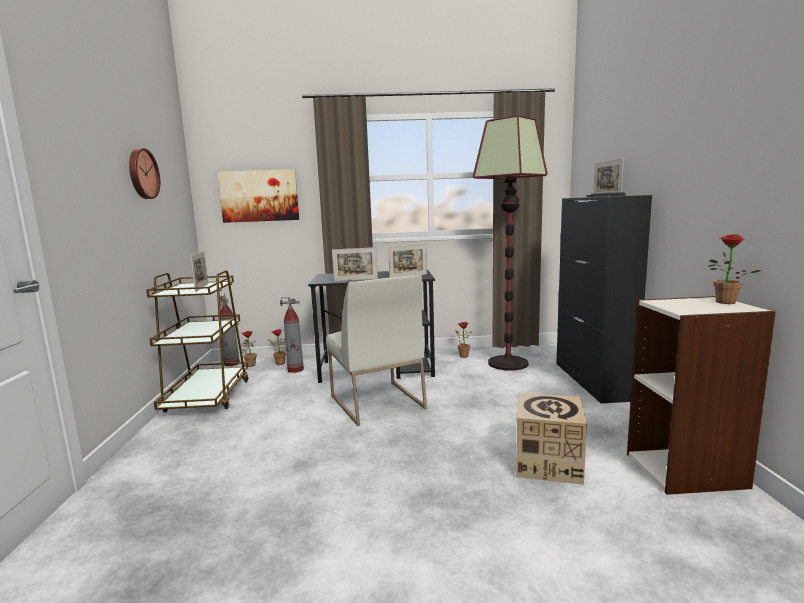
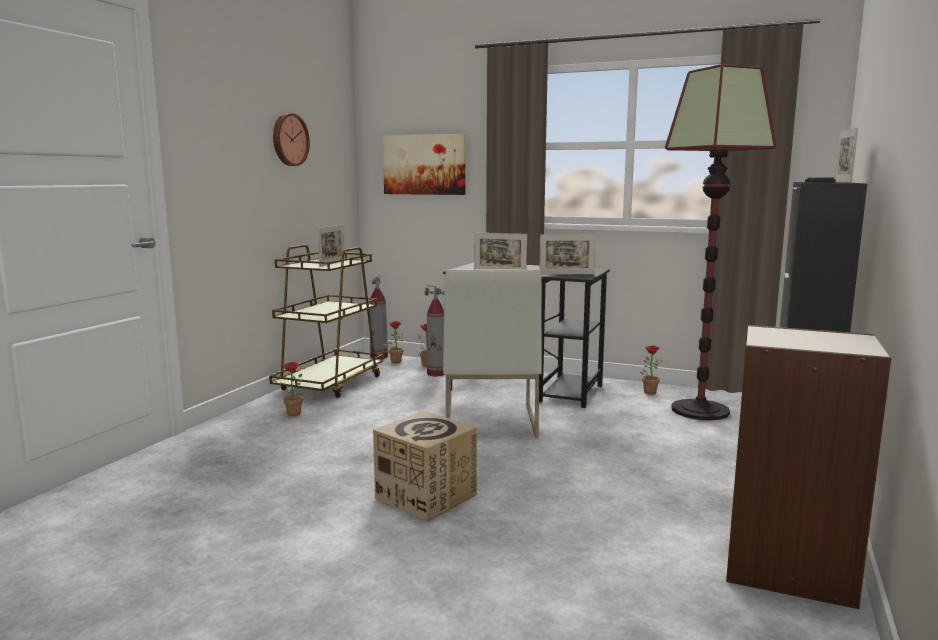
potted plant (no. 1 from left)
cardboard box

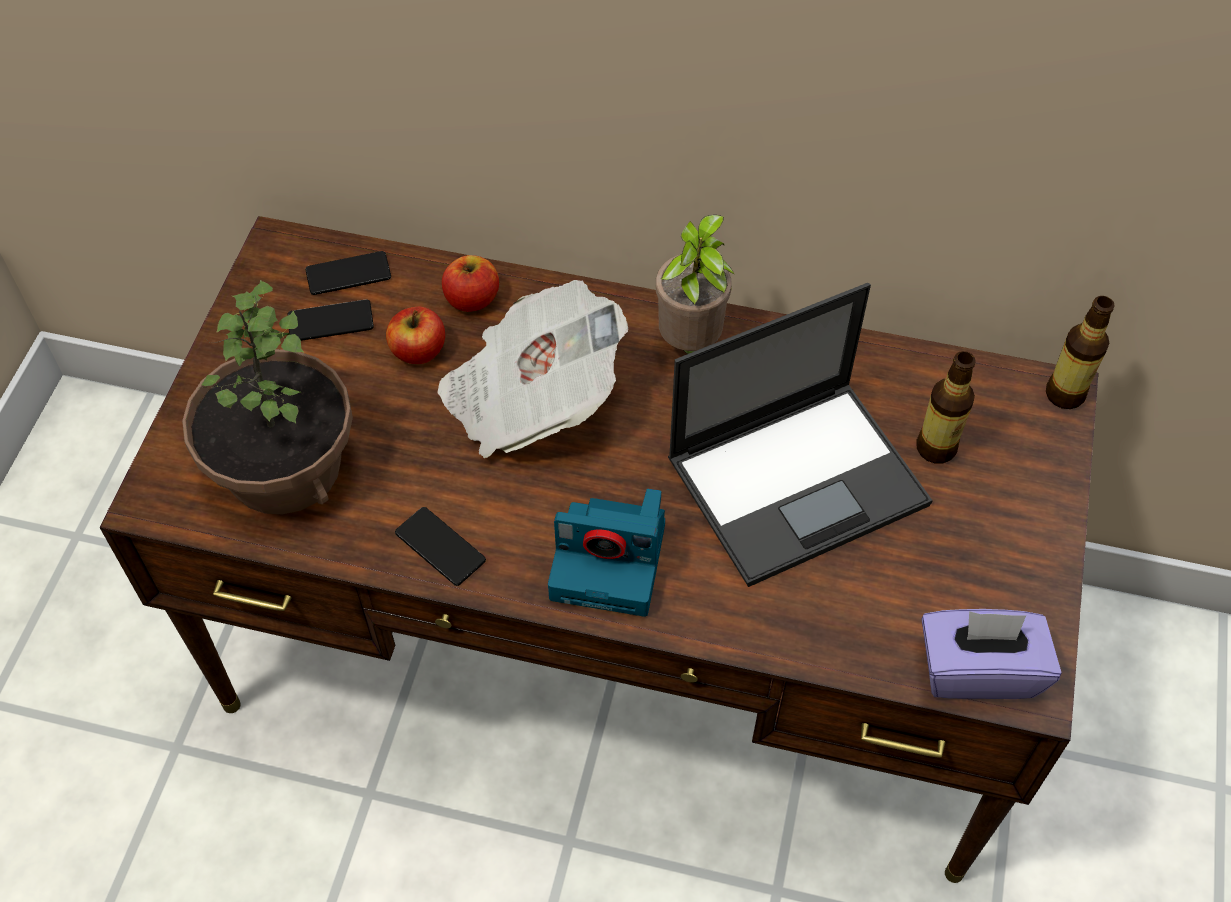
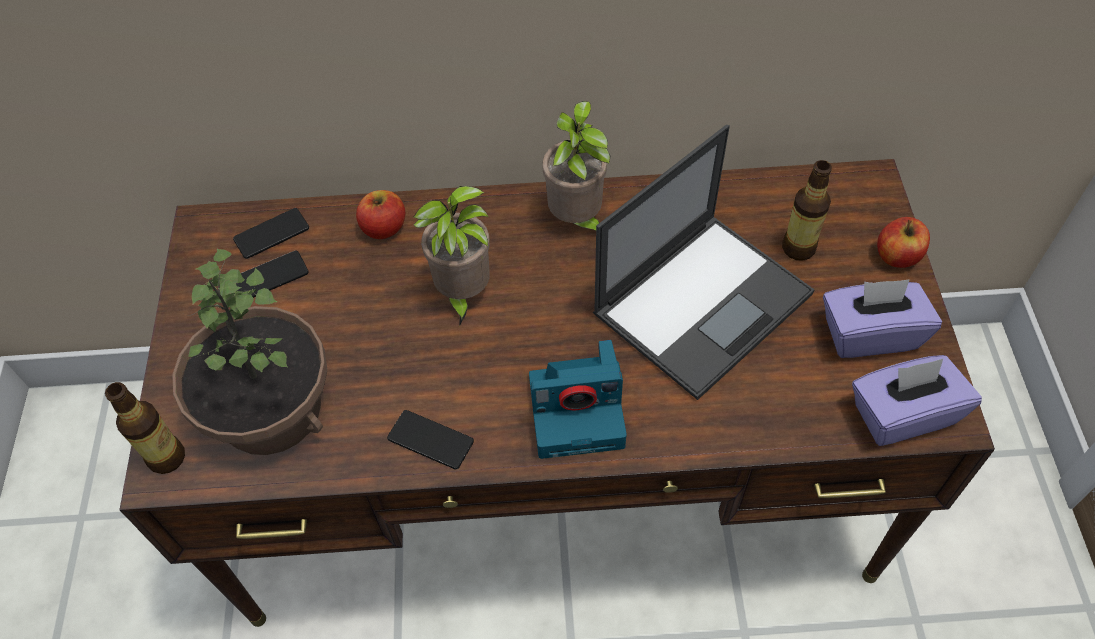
bottle (no. 1 from left)
potted plant (no. 2 from left)
purple tissue box (no. 1 from left)
apple (no. 2 from left)

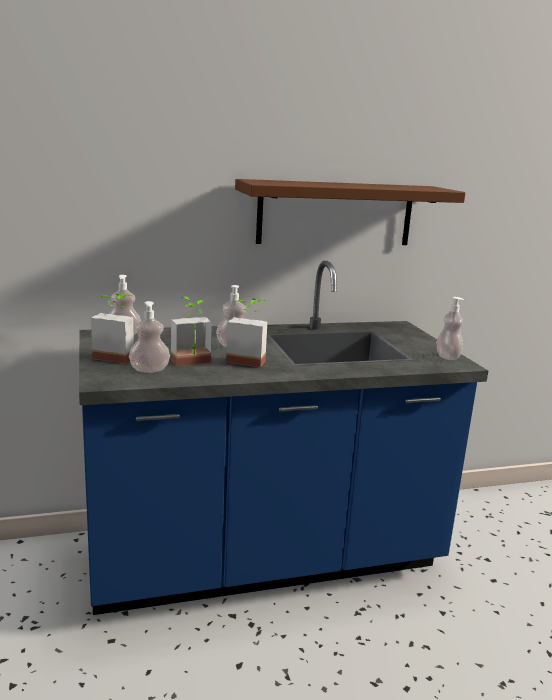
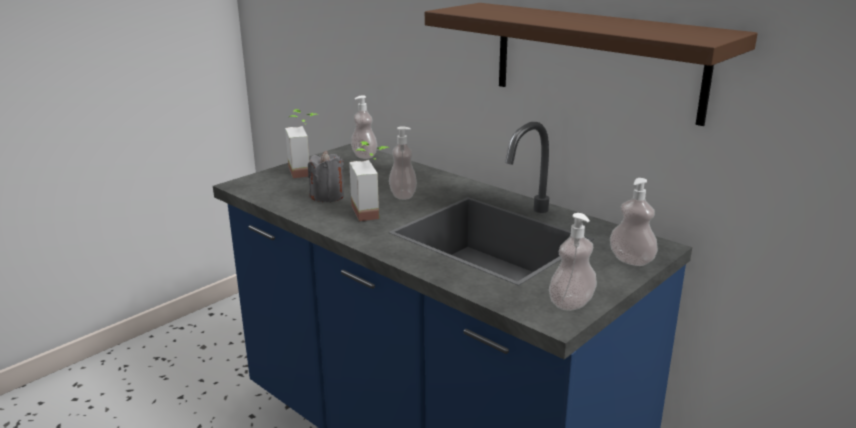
grey candle
soap dispenser (no. 4 from left)

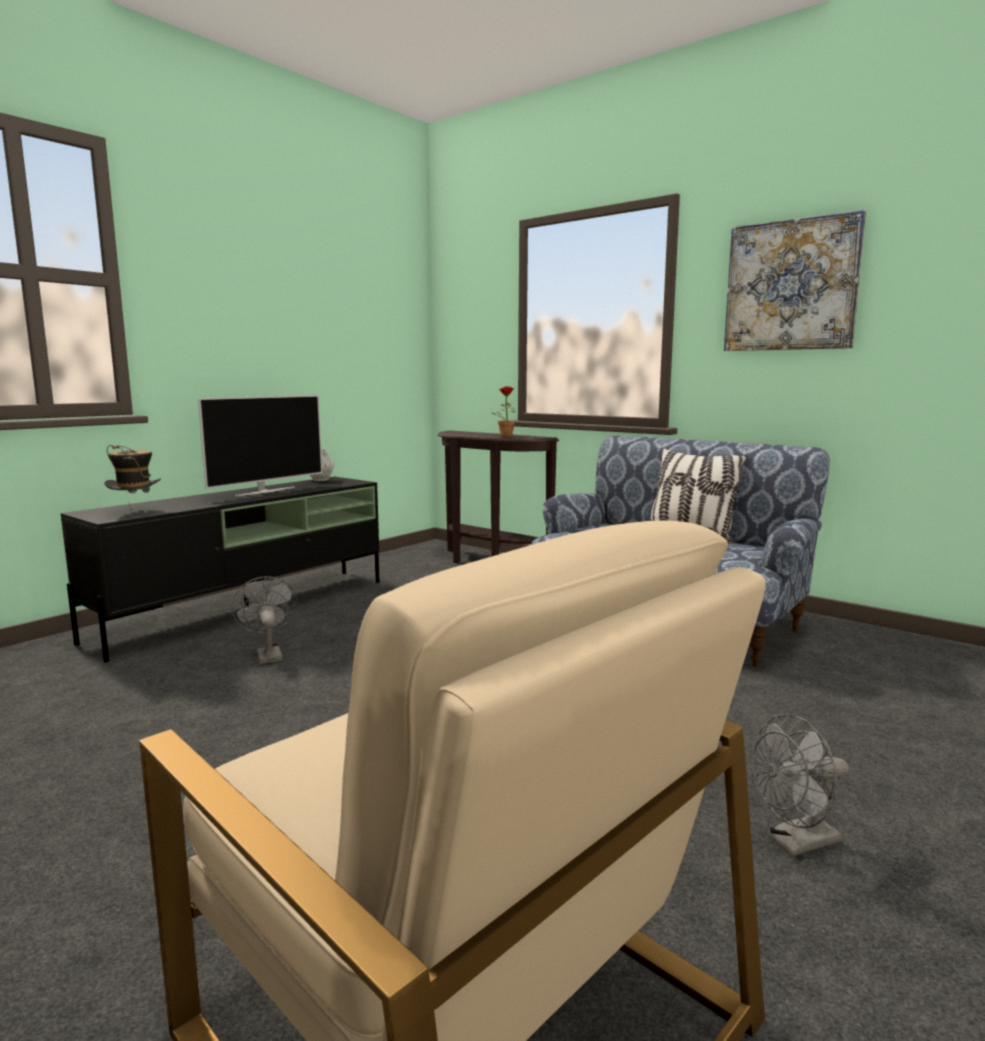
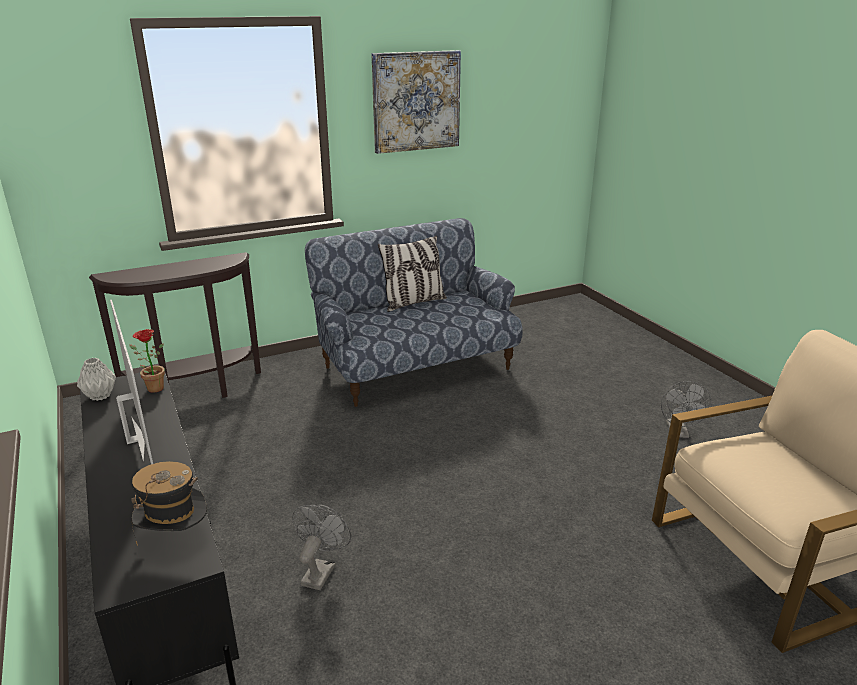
potted plant
grey fan (no. 1 from left)

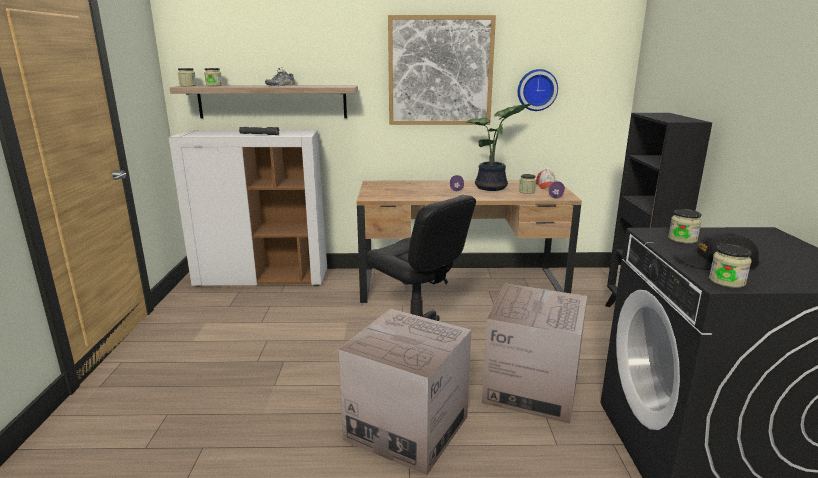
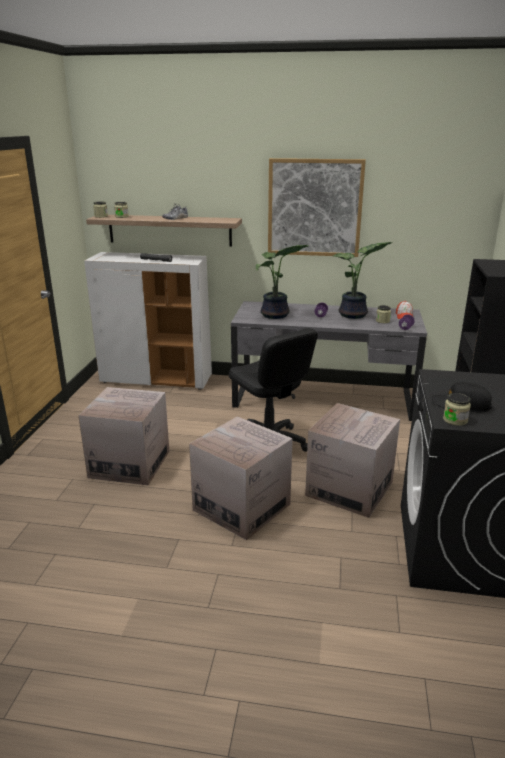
cardboard box (no. 1 from left)
grey desk
potted plant (no. 1 from left)
wall clock
jar (no. 4 from left in the first image)

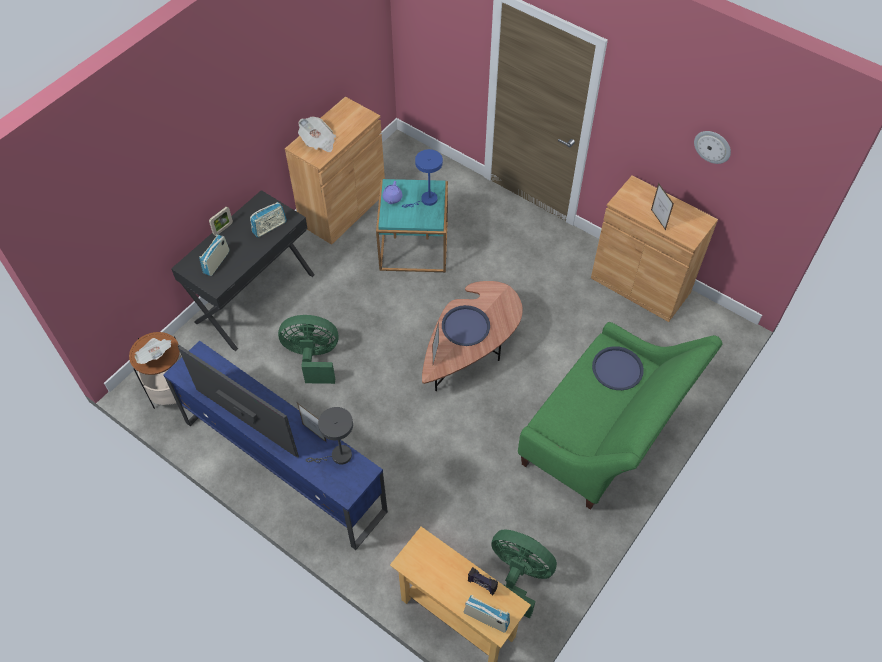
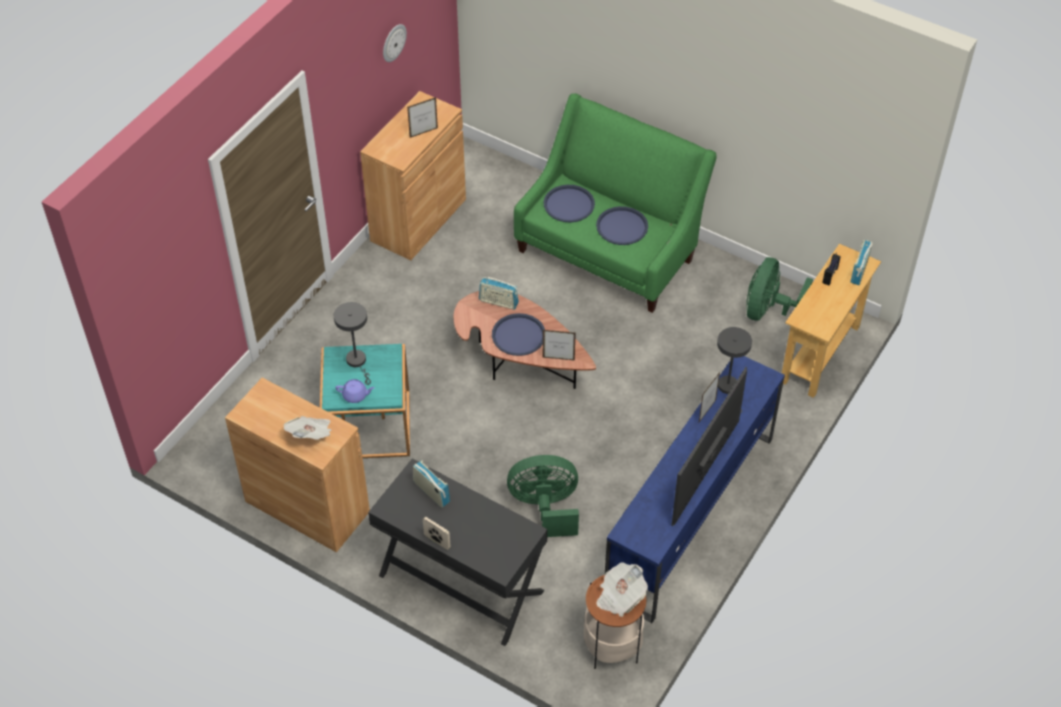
grey table lamp (no. 1 from left)
radio (no. 2 from left)
green fan (no. 1 from left)
blue tray (no. 3 from left)

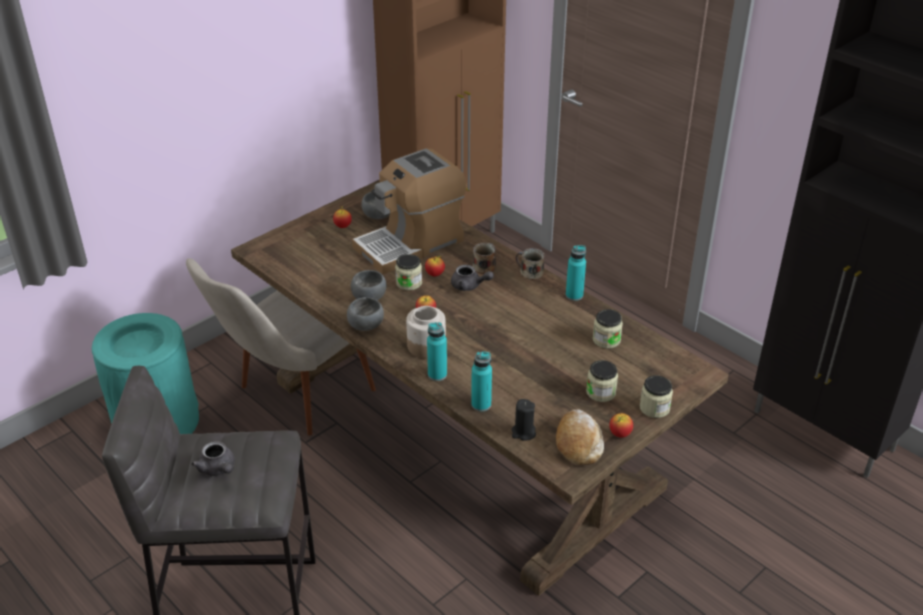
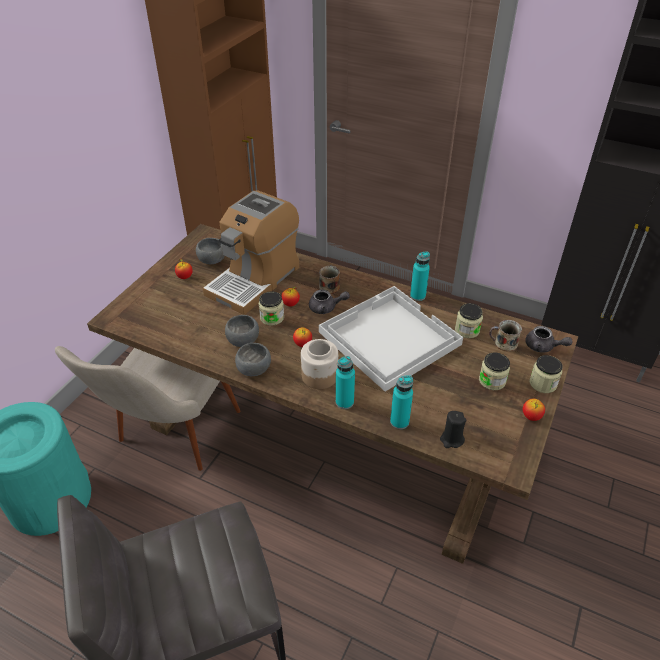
white tray
mug (no. 2 from left)
grey teapot (no. 2 from left)
bread

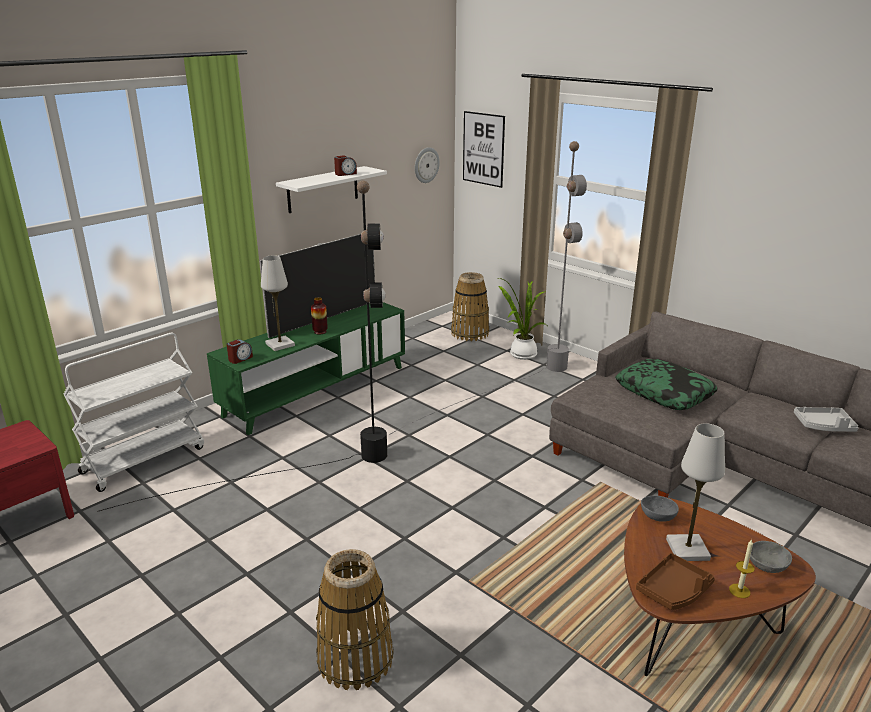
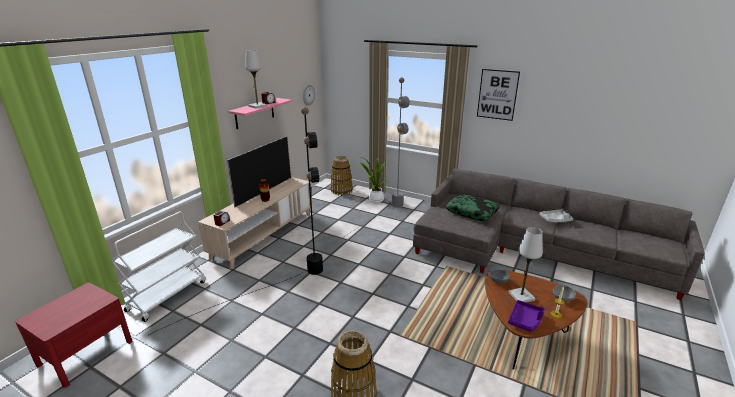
beige tv stand
pink shelf
white table lamp (no. 1 from left)
picture
purple tray

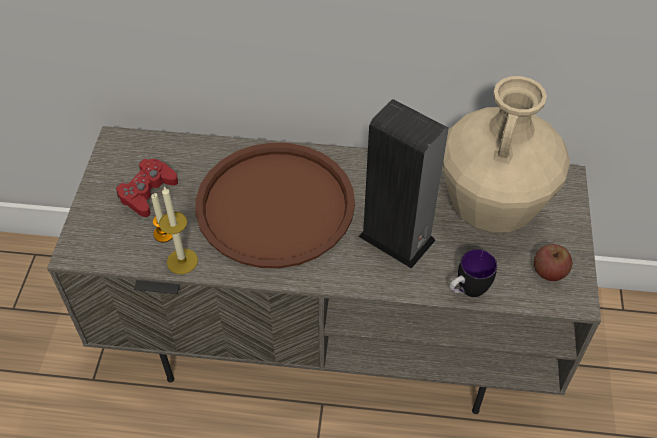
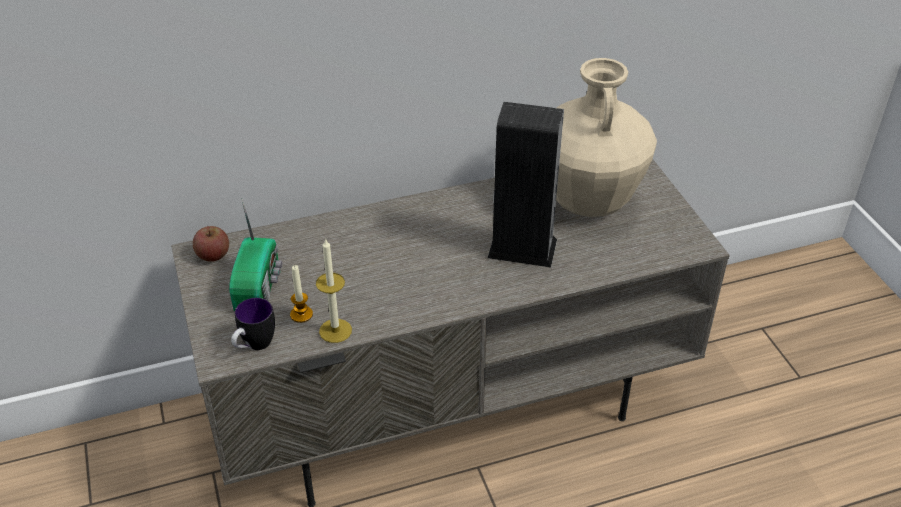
apple
radio
mug
brown tray

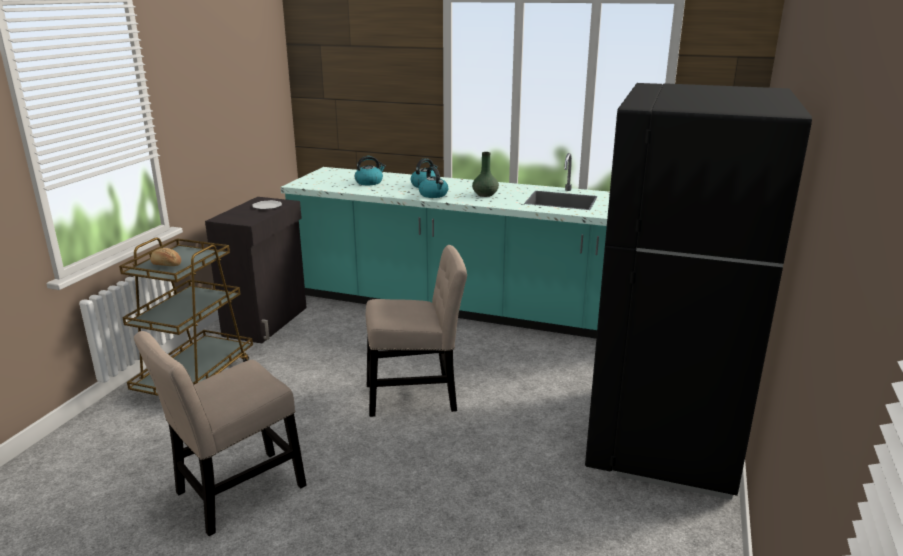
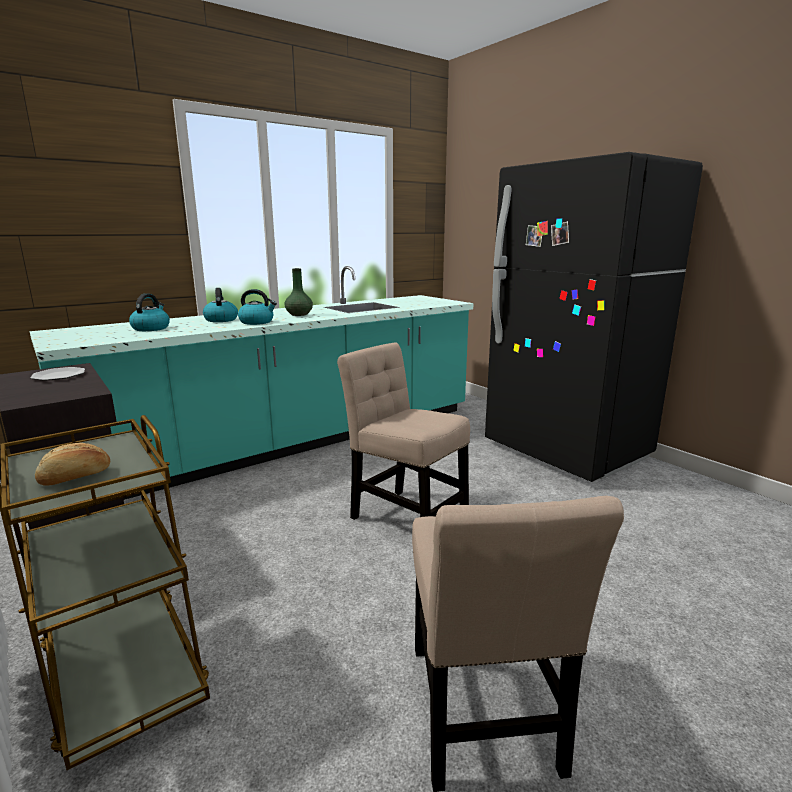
beige chair (no. 1 from left)

